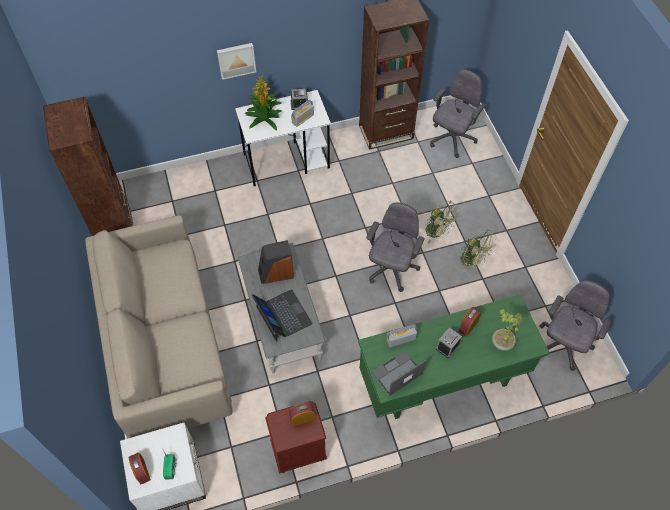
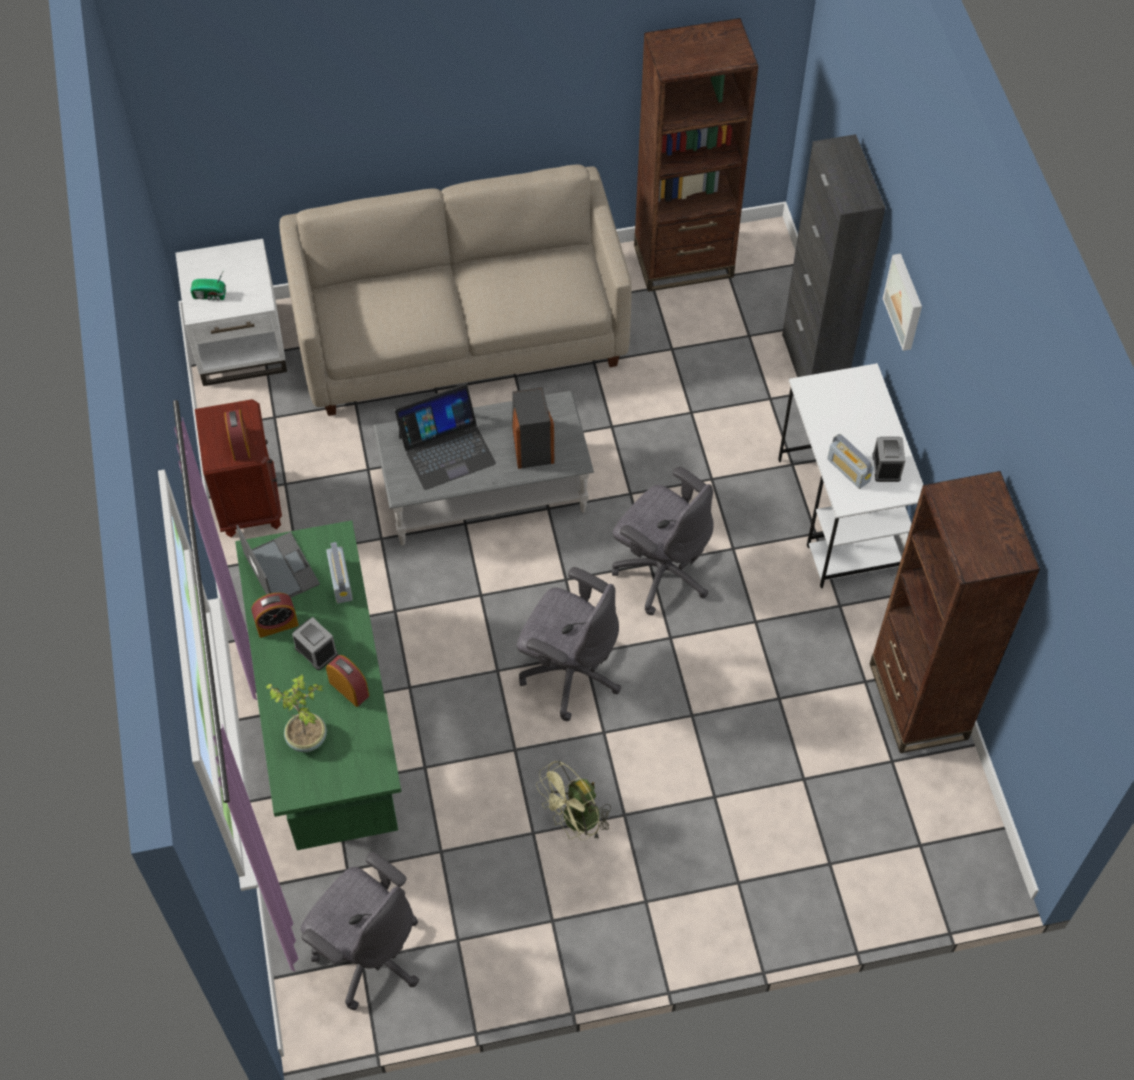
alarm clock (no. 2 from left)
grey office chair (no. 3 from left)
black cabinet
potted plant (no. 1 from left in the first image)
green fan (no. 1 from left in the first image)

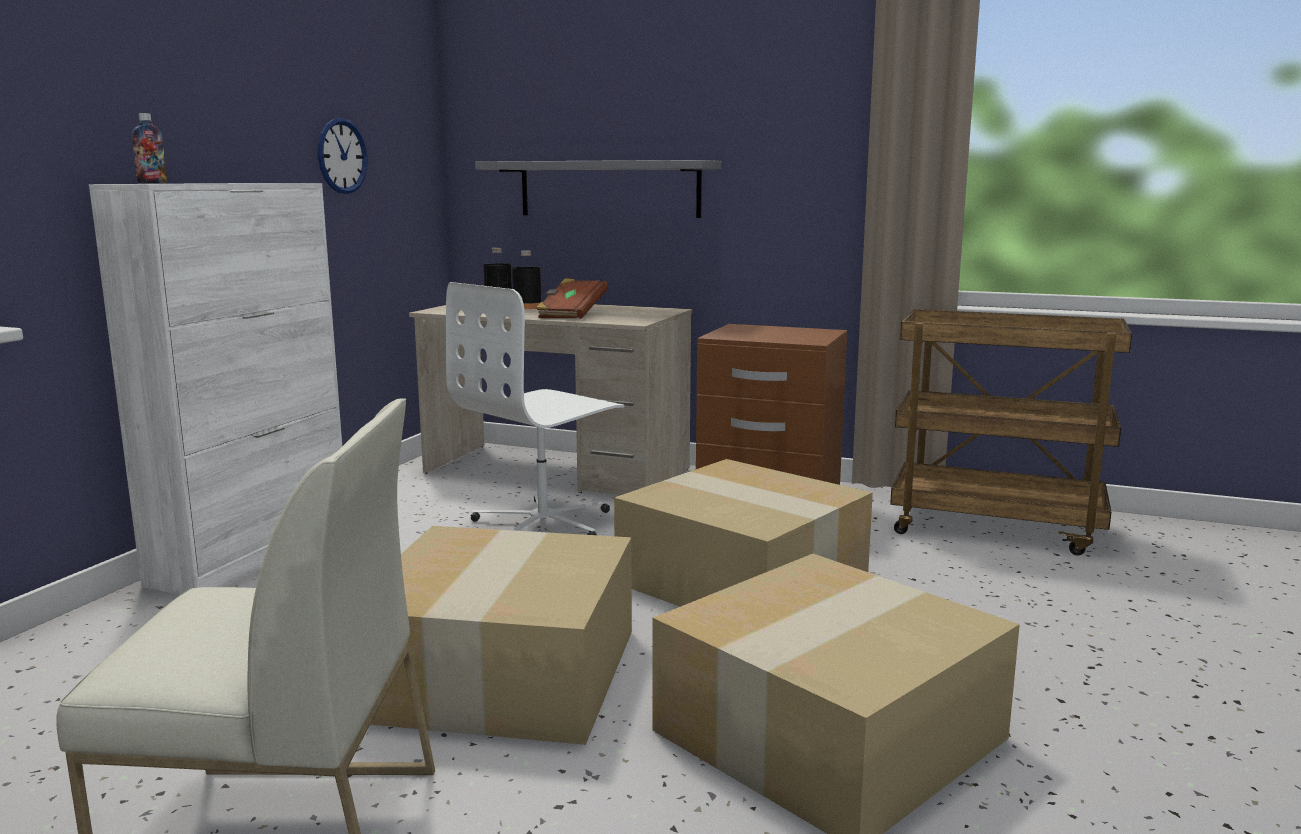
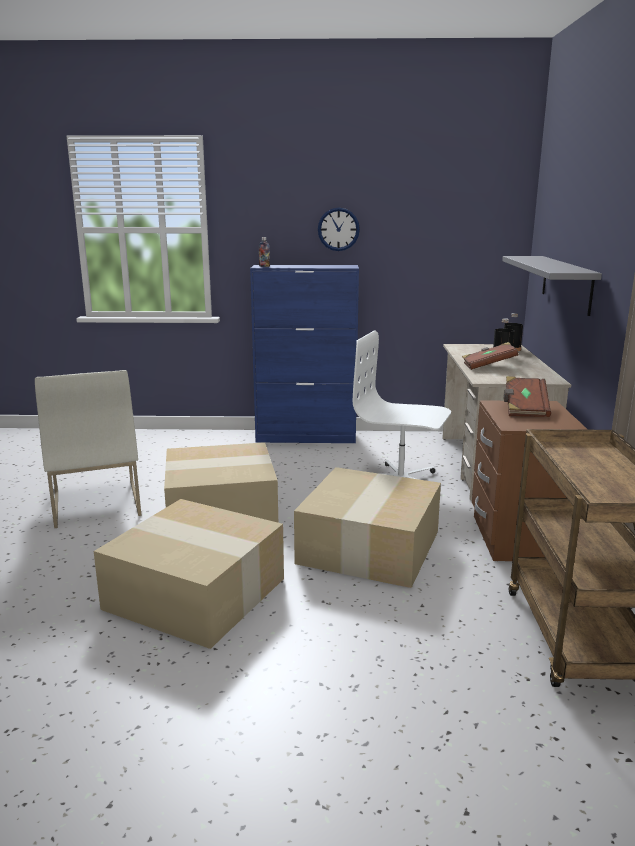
blue cabinet
wall clock
brown book (no. 2 from left)

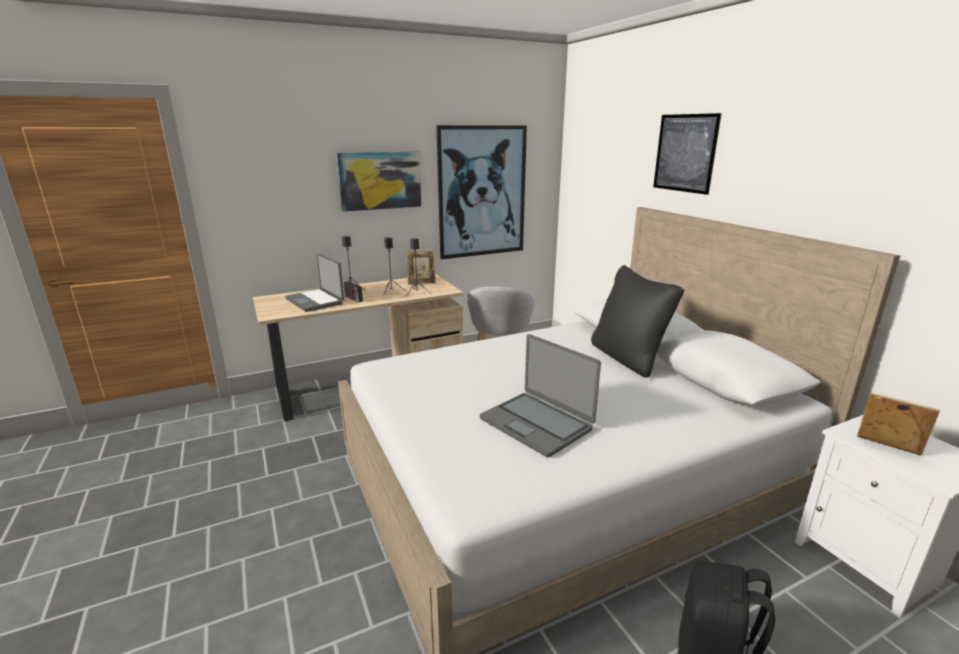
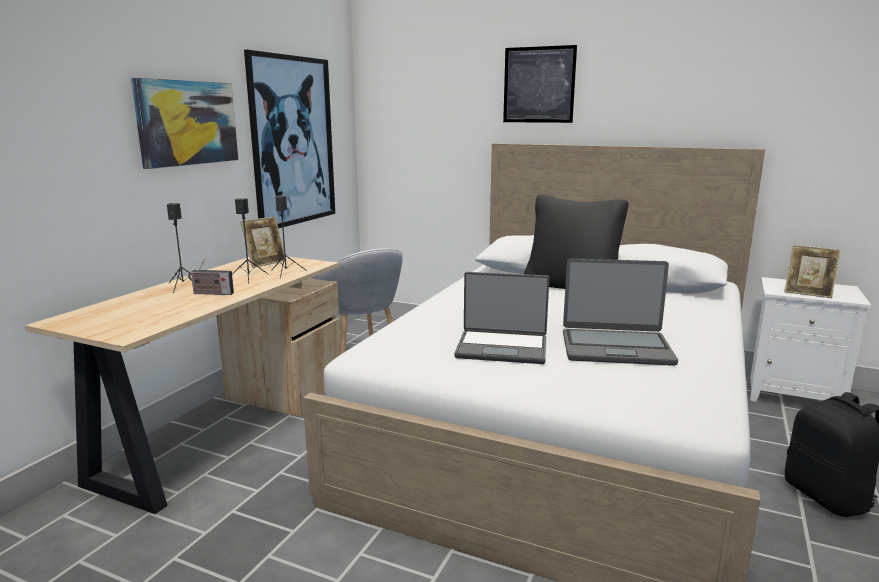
laptop (no. 1 from left)
picture frame (no. 2 from left)

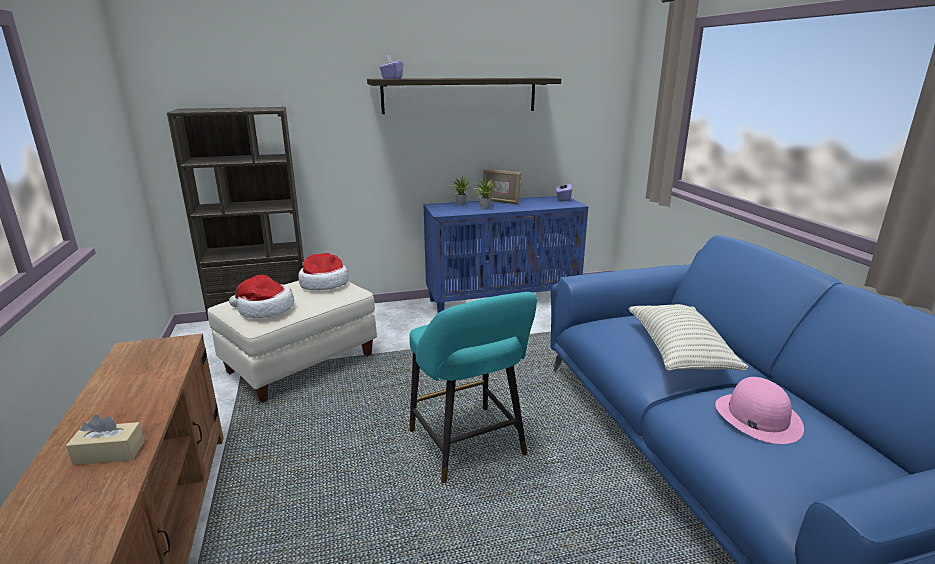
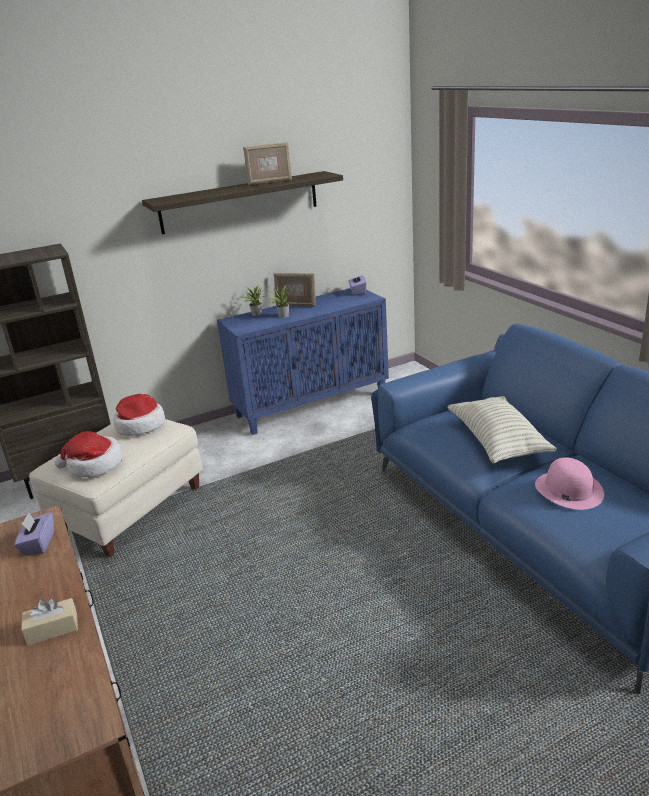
purple tissue box (no. 1 from left)
picture frame (no. 1 from left)
turquoise stool

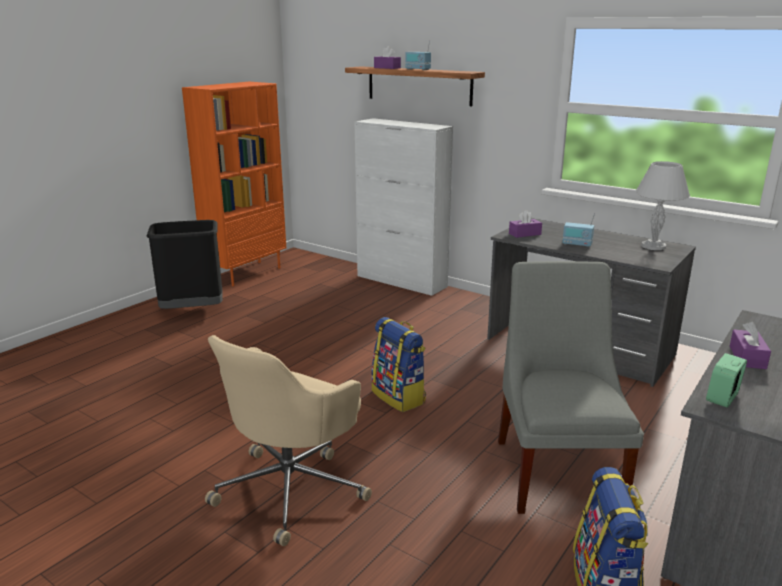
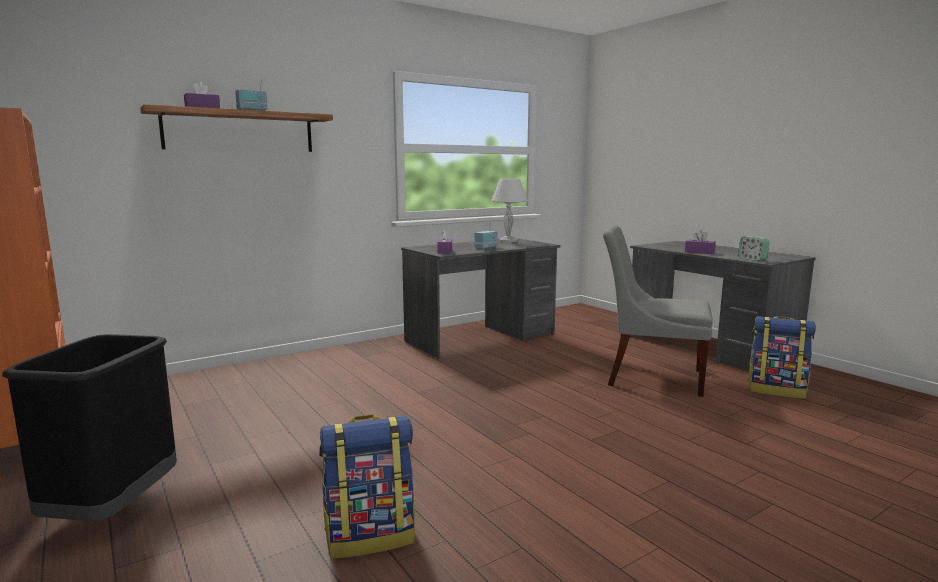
backpack (no. 1 from left)
beige office chair
white cabinet

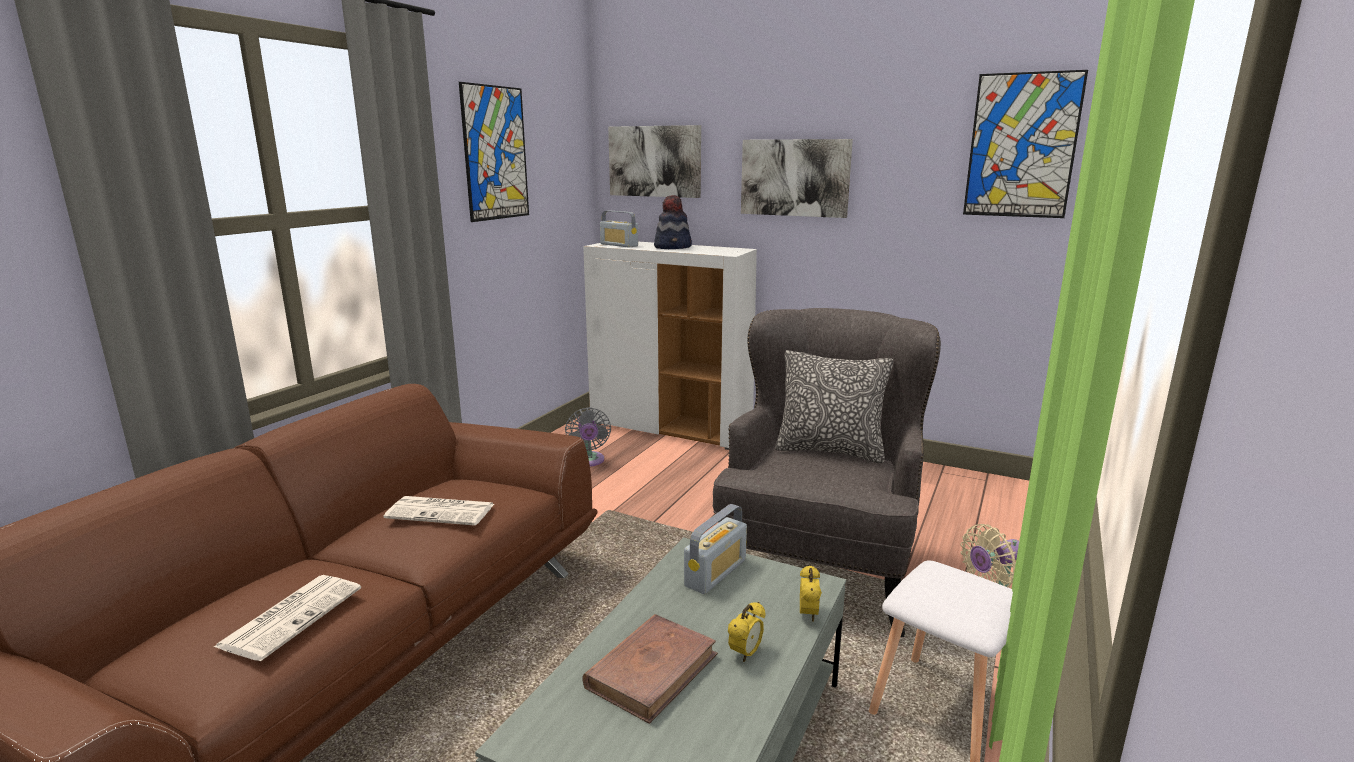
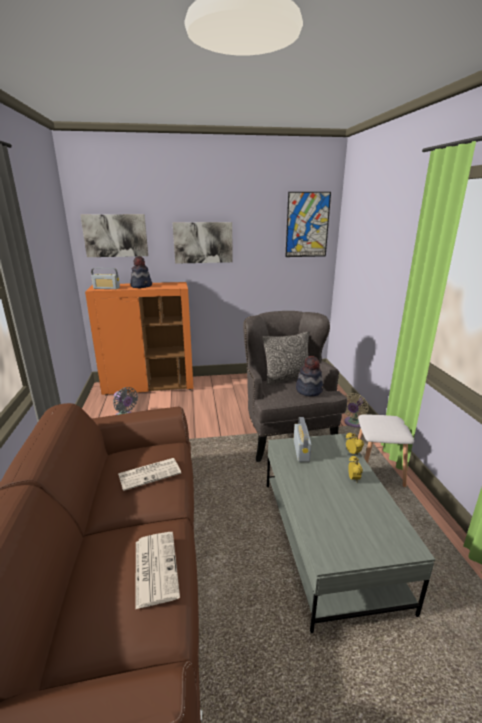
orange cabinet
hat (no. 2 from left)
picture (no. 1 from left in the first image)
brown book

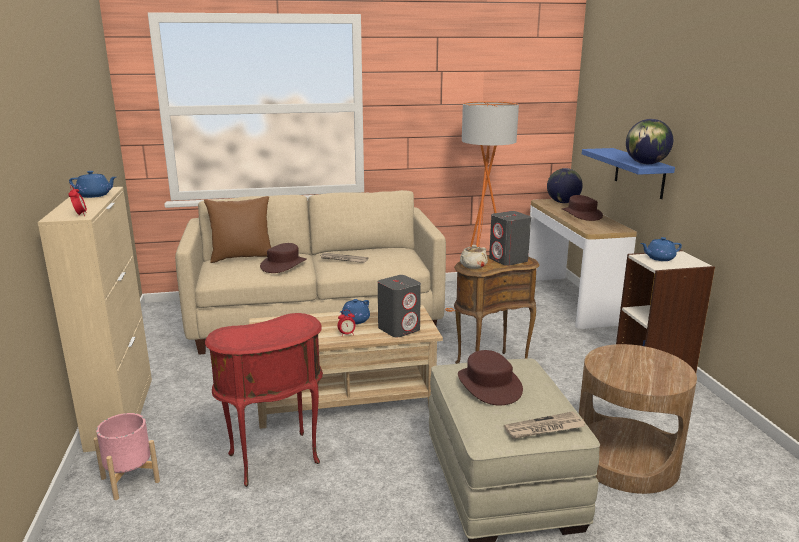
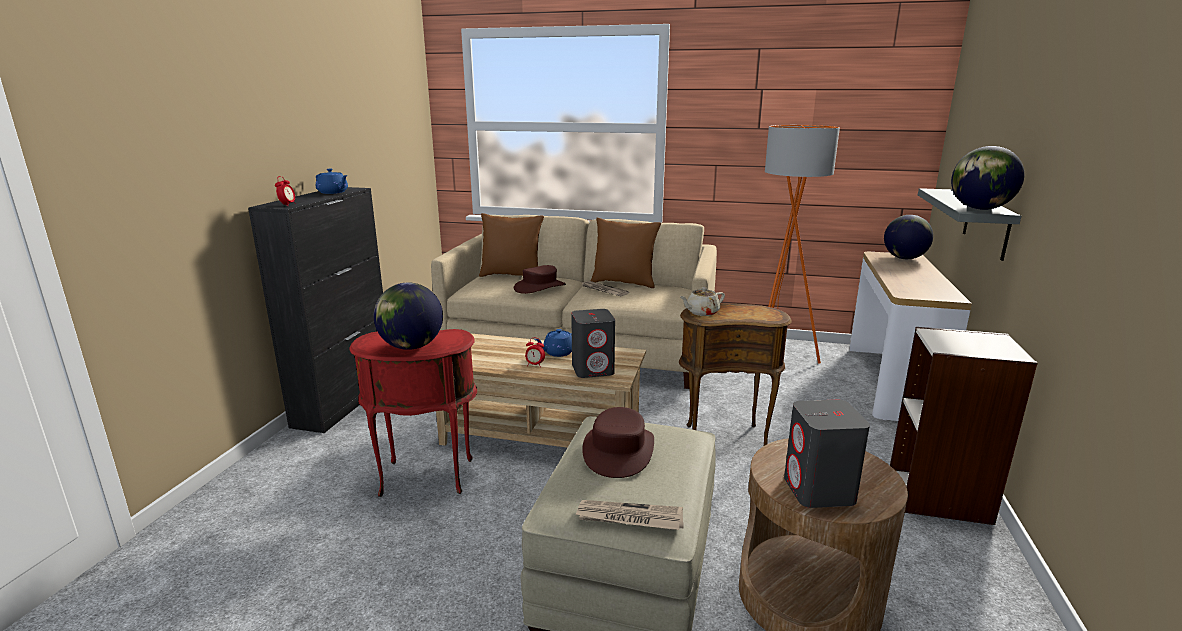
black cabinet
globe (no. 1 from left)
brown pillow (no. 2 from left)
grey speaker (no. 2 from left)
grey shelf
pink planter
brown hat (no. 3 from left in the first image)
blue teapot (no. 3 from left in the first image)

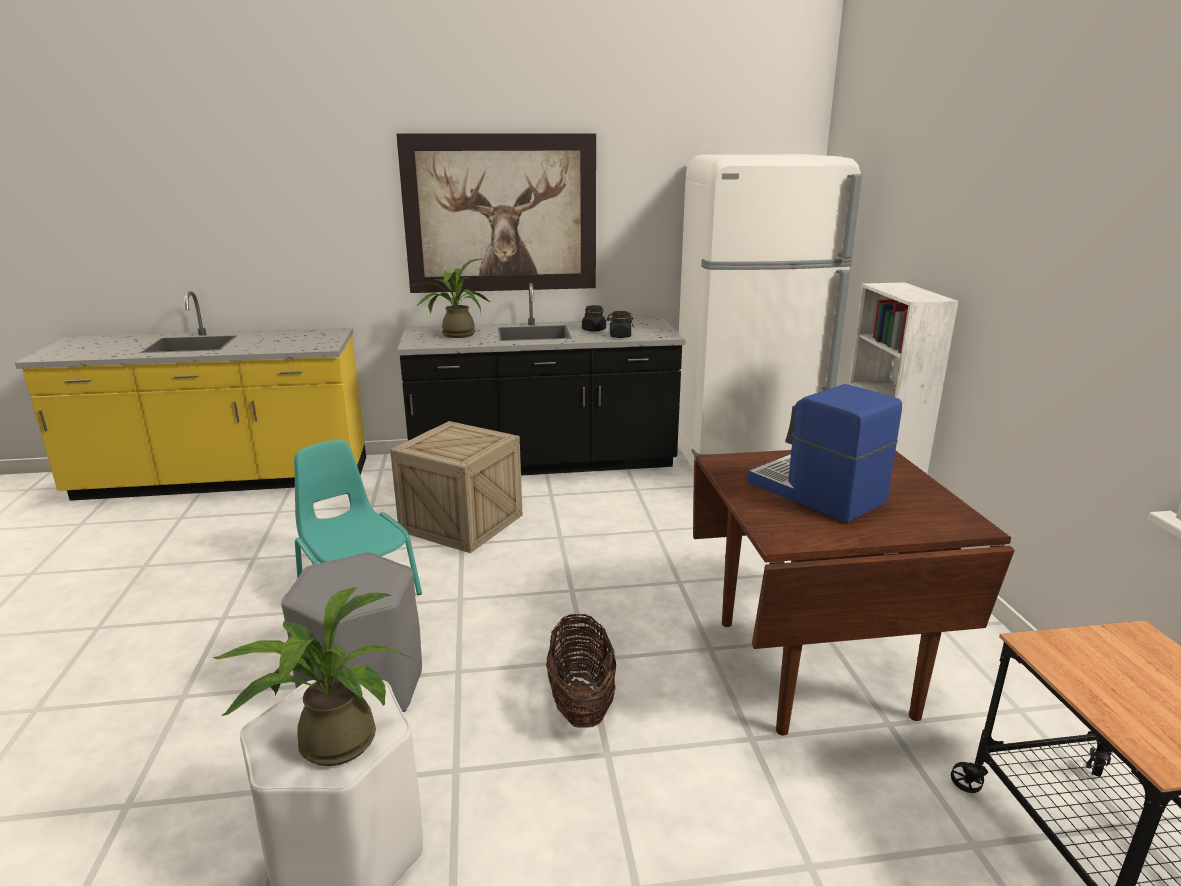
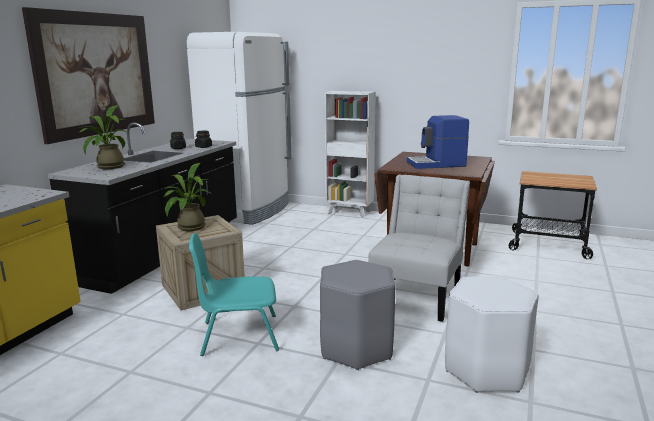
potted plant (no. 2 from left)
white chair

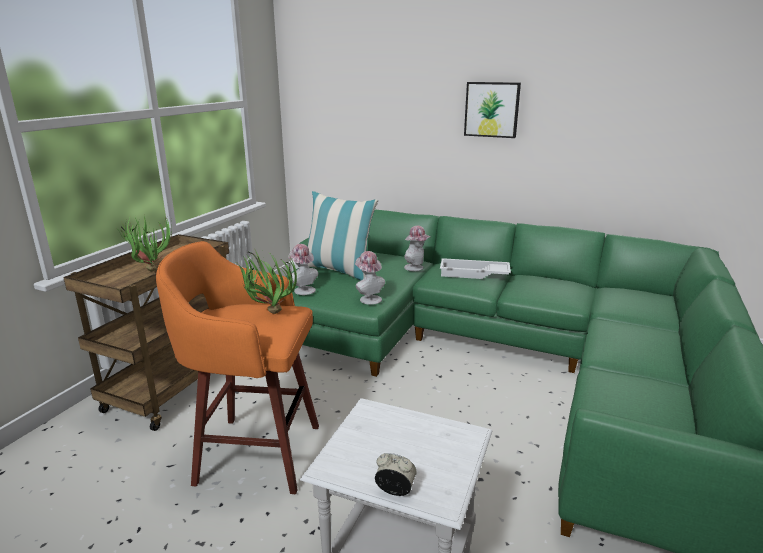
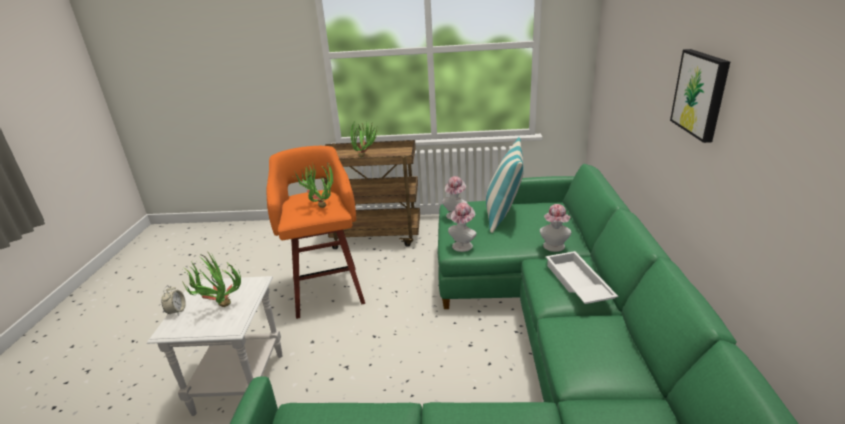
potted plant (no. 1 from left)

